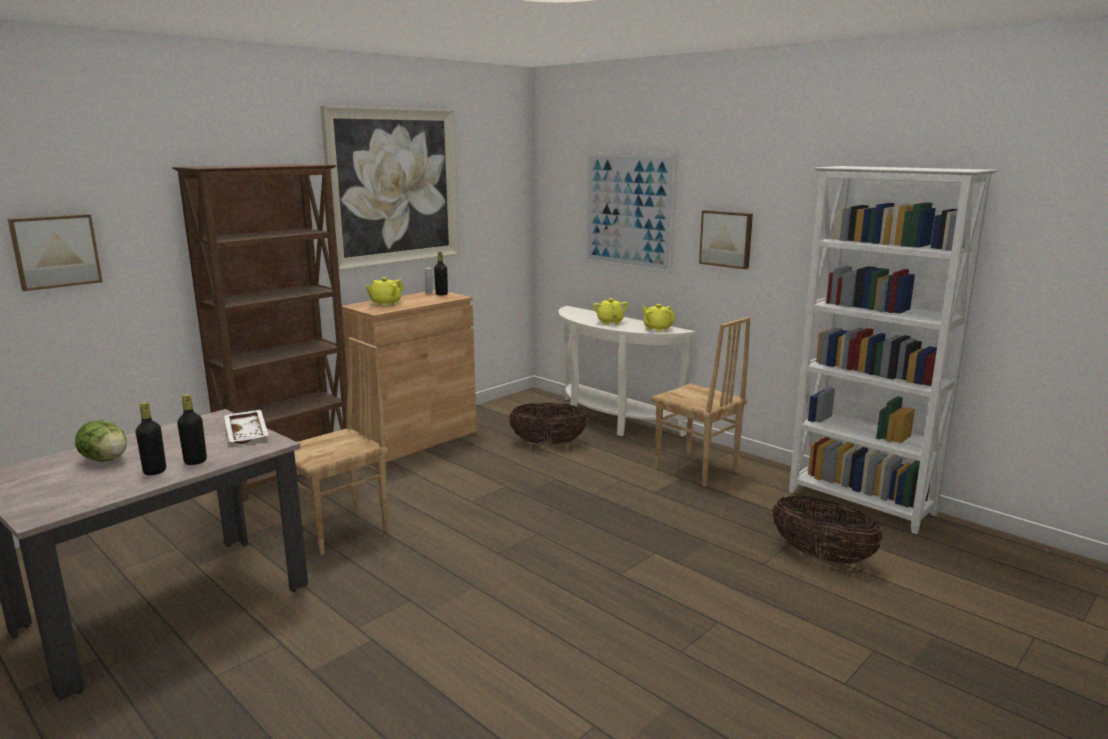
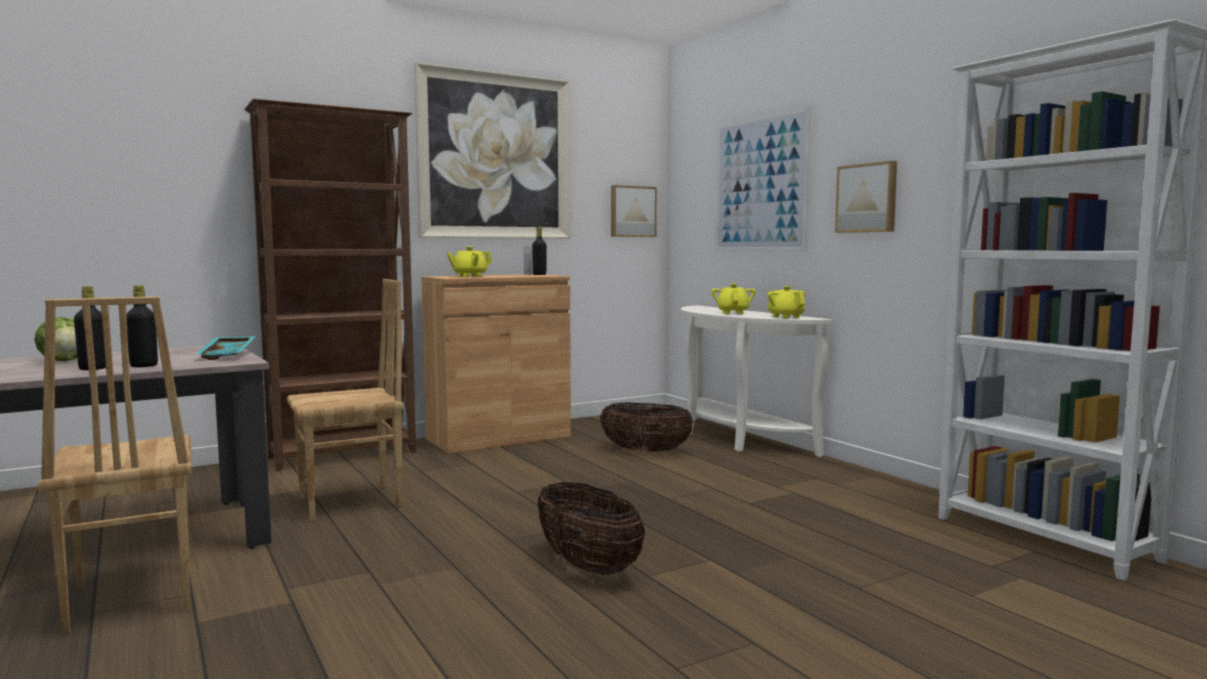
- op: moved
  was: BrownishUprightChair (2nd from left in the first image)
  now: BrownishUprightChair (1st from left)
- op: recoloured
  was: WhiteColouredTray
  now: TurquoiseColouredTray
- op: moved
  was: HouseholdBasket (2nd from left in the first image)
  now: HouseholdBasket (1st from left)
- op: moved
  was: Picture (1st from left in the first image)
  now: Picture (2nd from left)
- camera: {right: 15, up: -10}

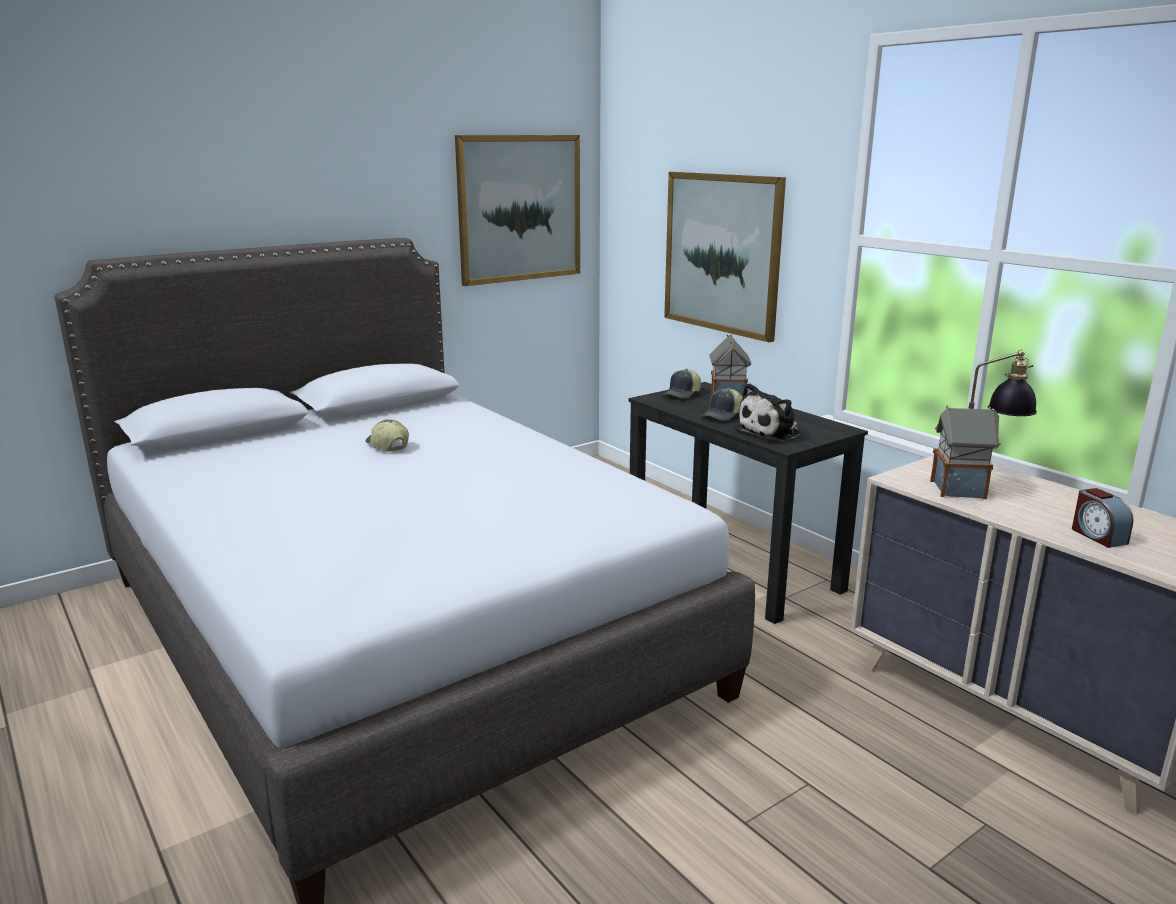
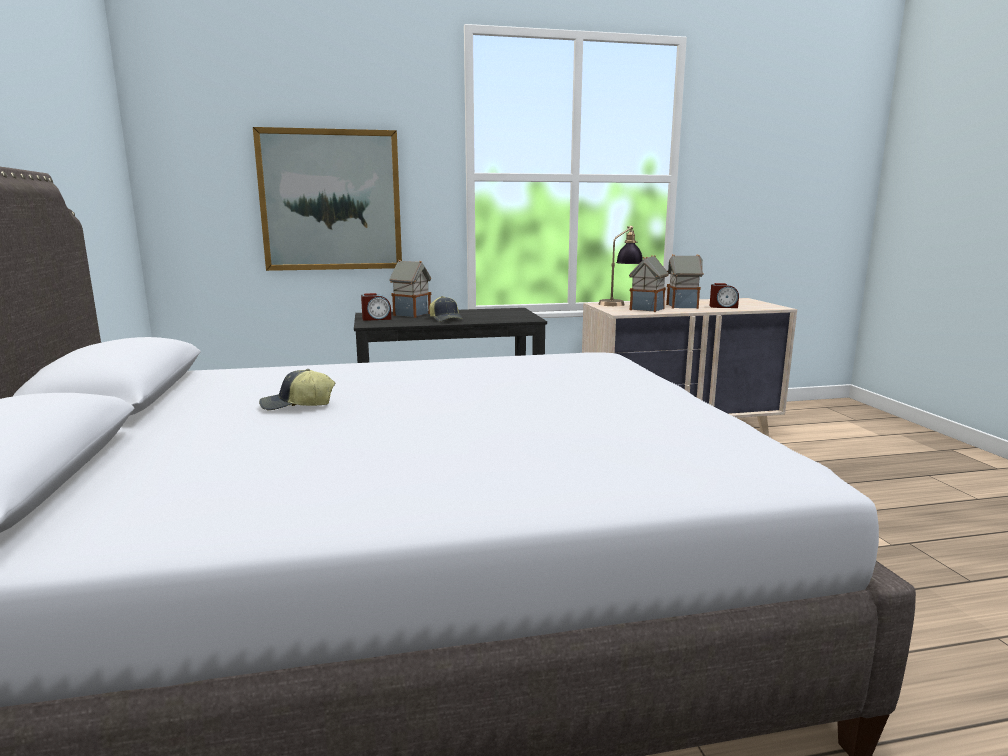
- op: replaced
  was: BaseballCap (2nd from left)
  now: TableClock (1st from left)
- op: added
  now: ModelHouse (3rd from left)
- op: removed
  was: Picture (1st from left)
- op: removed
  was: CuddlyToy
- camera: {right: -65, up: -5}

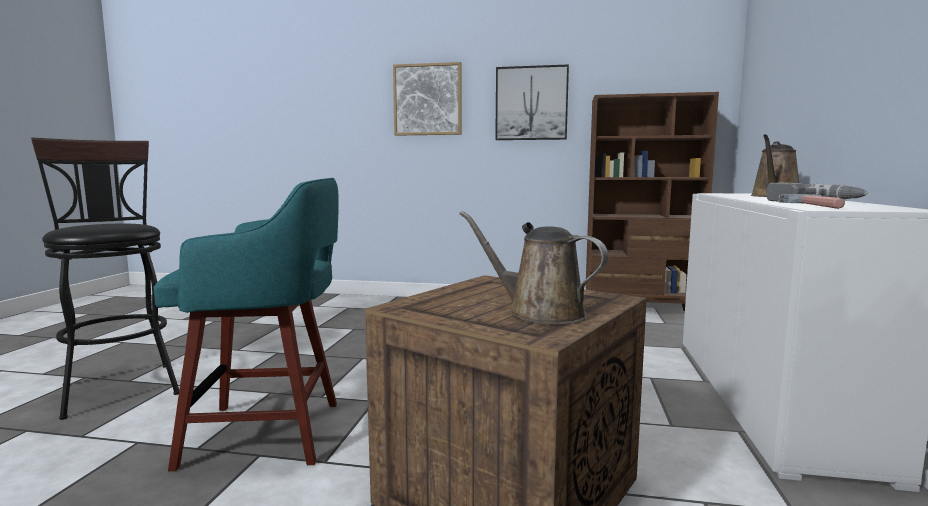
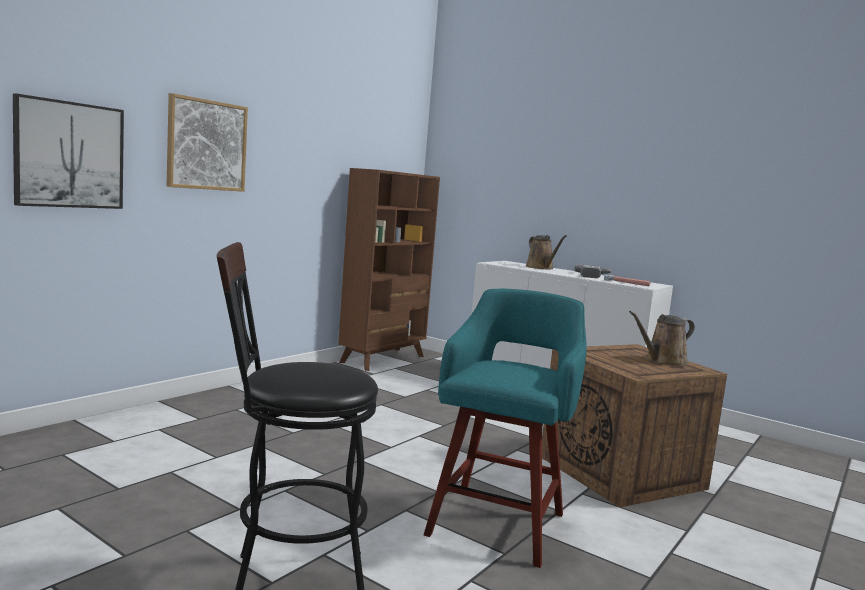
- op: moved
  was: Picture (2nd from left in the first image)
  now: Picture (1st from left)
- camera: {right: -65, up: 0}

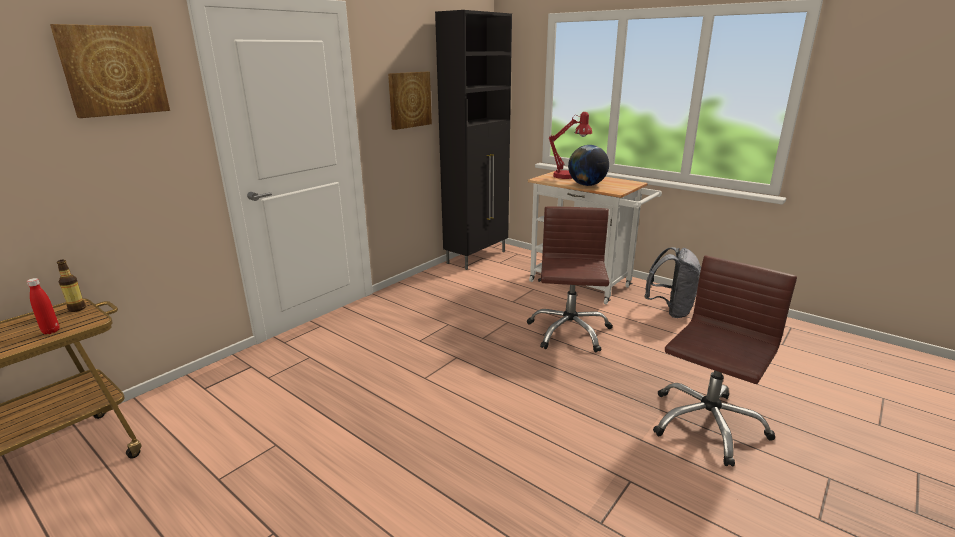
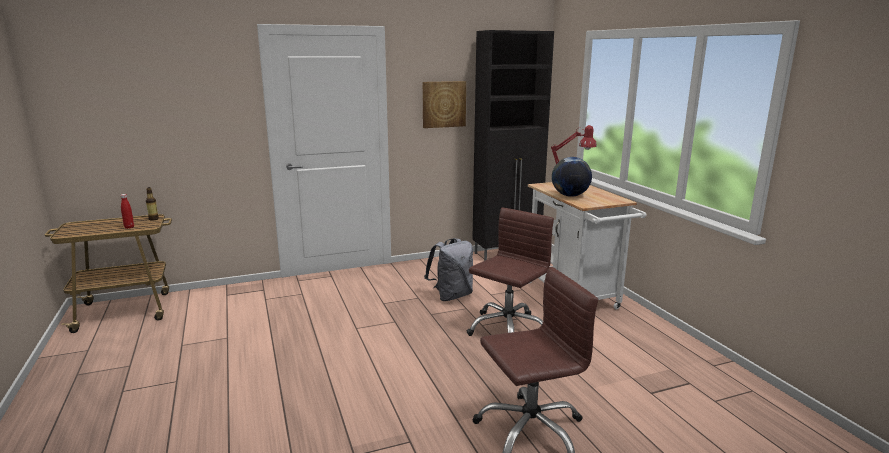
- op: moved
  was: GreyBackpack
- op: removed
  was: Picture (1st from left)
- camera: {right: 30, up: -5}

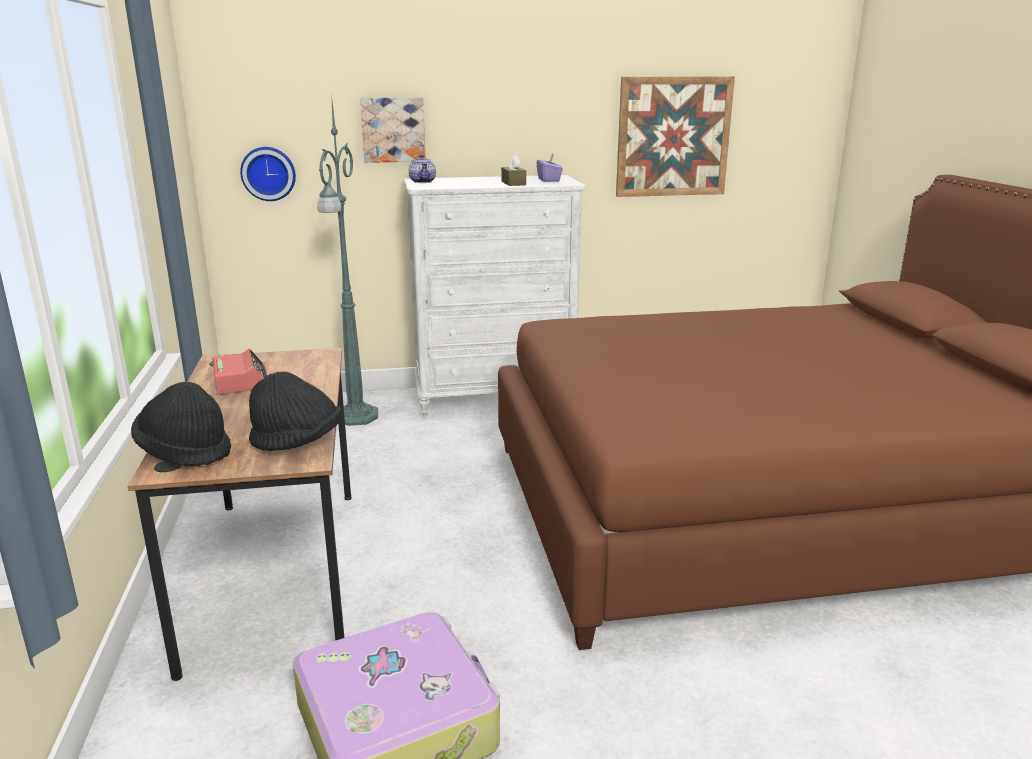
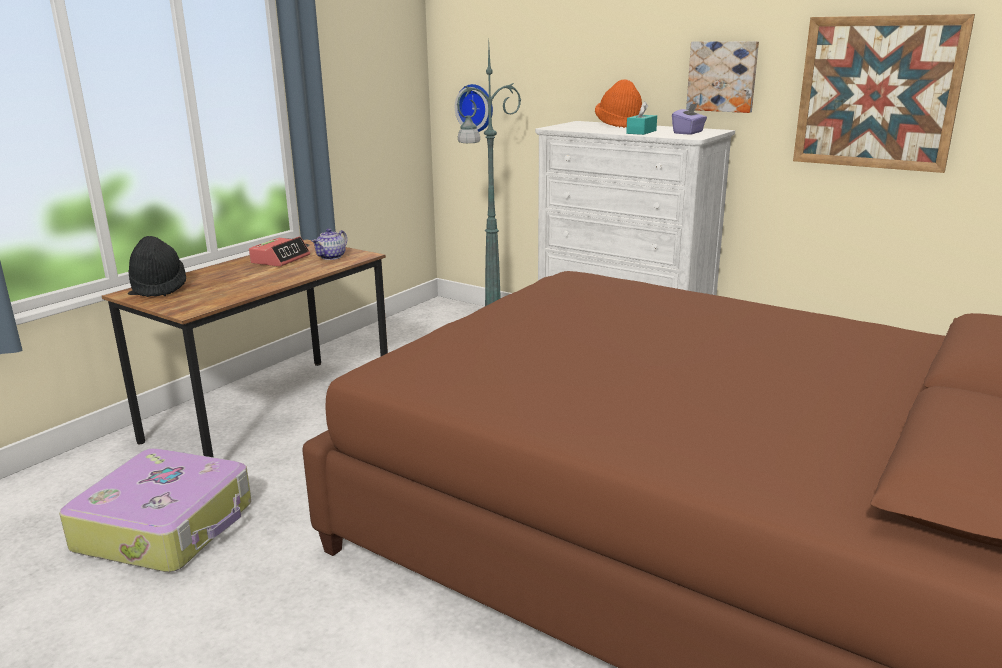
- op: moved
  was: PotForTea
- op: added
  now: OrangeyClothingHat
- op: recoloured
  was: BrownishBoxOfTissues
  now: TurquoiseColouredBoxOfTissues
- op: moved
  was: Picture (1st from left)
- op: removed
  was: BlackishClothingHat (2nd from left)
- camera: {right: 45, up: 0}

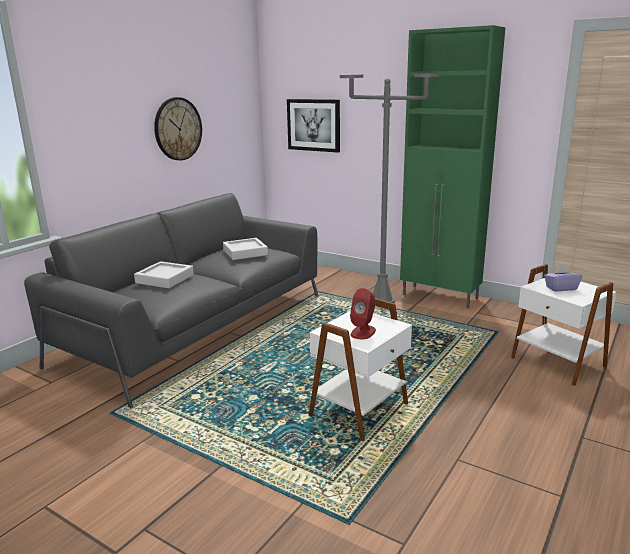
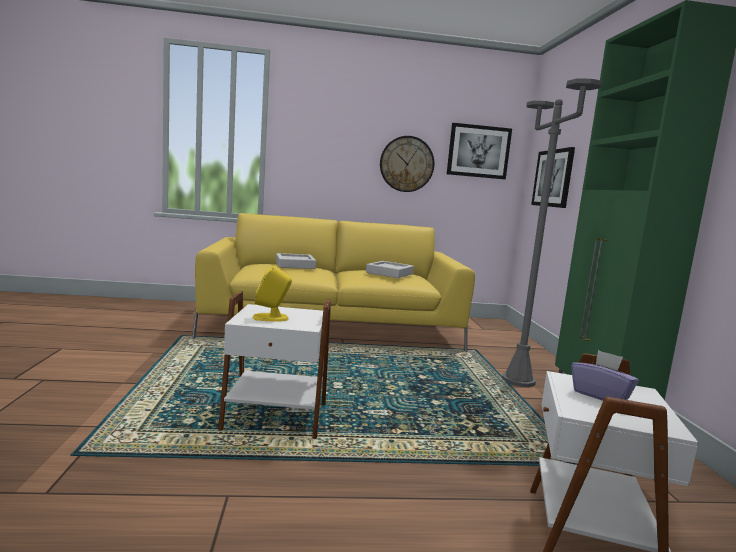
- op: recoloured
  was: GreyCouch
  now: YellowishCouch
- op: recoloured
  was: ReddishSpeaker
  now: YellowishSpeaker
- op: added
  now: Picture (1st from left)
- camera: {right: 50, up: -10}

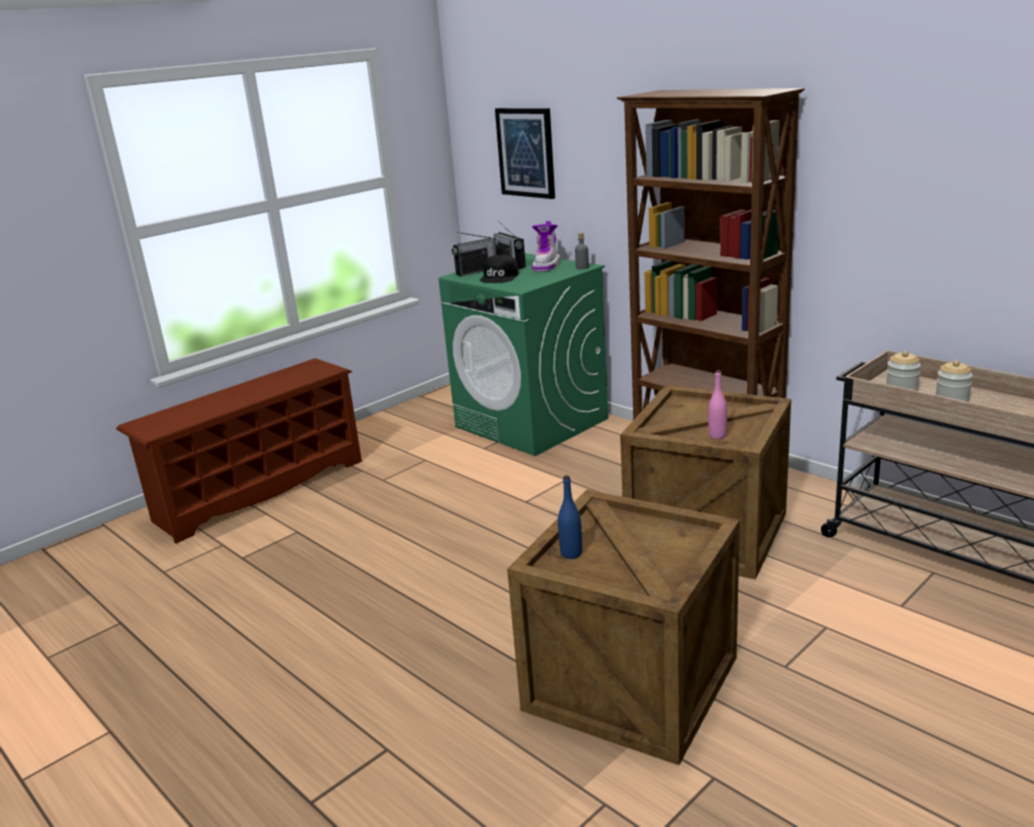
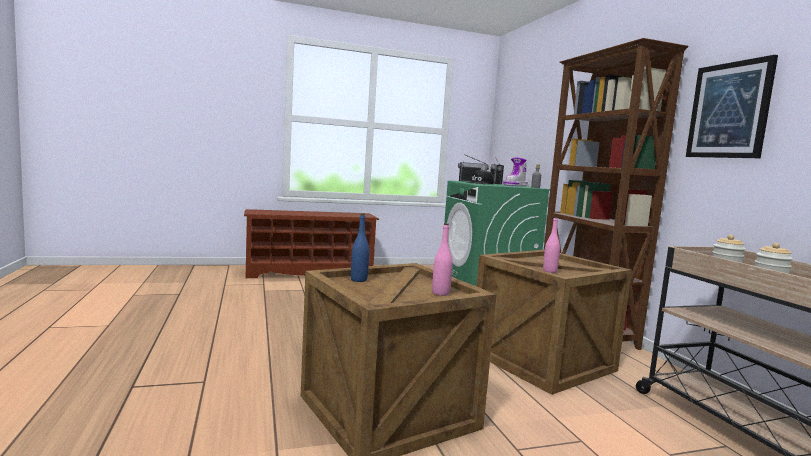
- op: added
  now: PinkBottle (1st from left)
- op: moved
  was: Picture
- camera: {right: 25, up: -15}

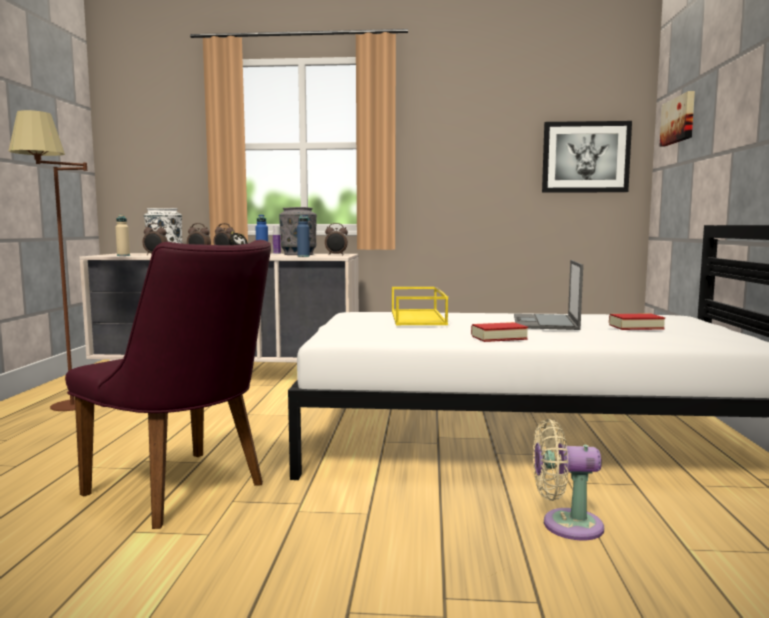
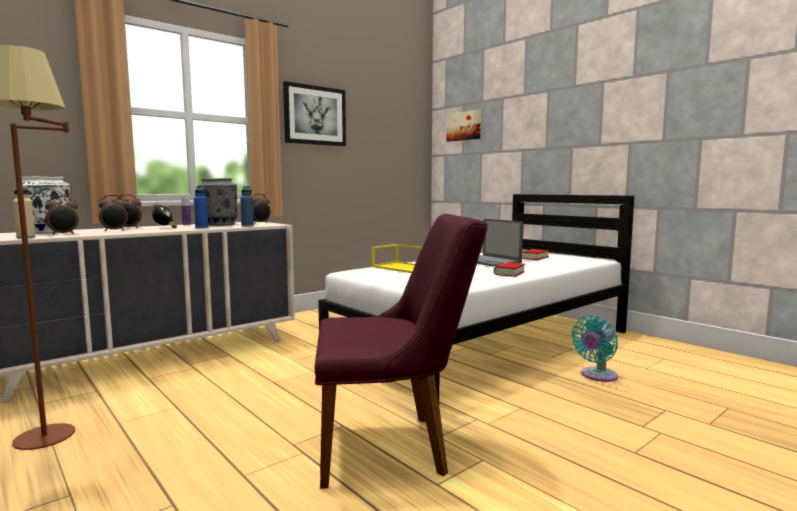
- op: moved
  was: Picture (1st from left)
- op: recoloured
  was: SandColouredCoolingFan
  now: TurquoiseColouredCoolingFan
- camera: {right: -45, up: 0}

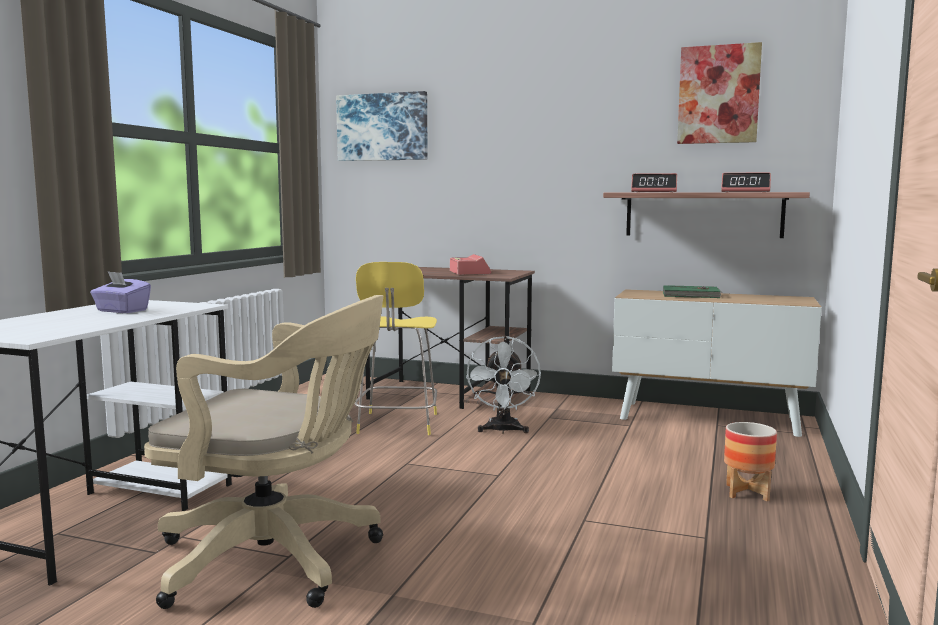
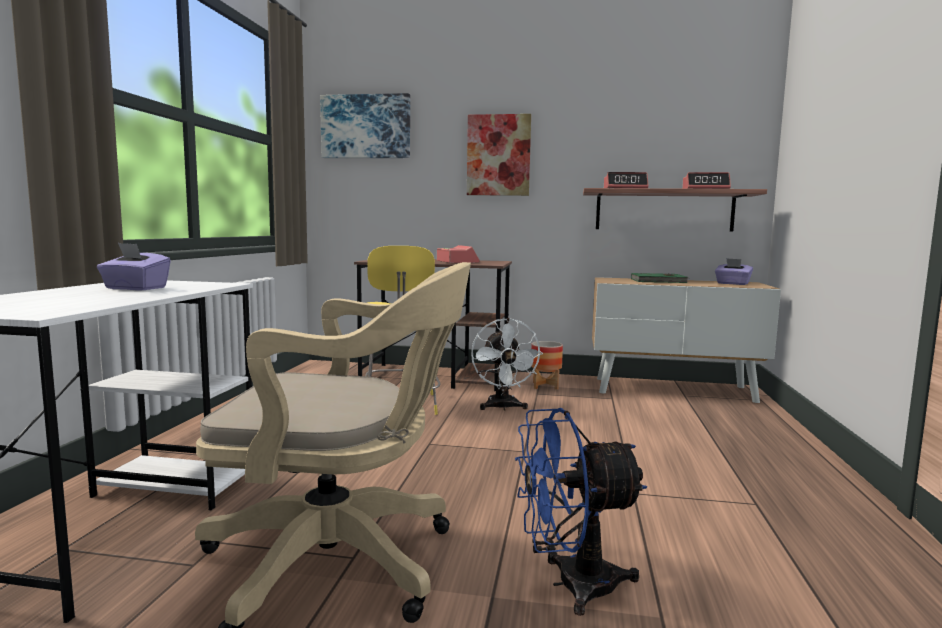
- op: moved
  was: Picture (2nd from left)
- op: added
  now: BlueCoolingFan
- op: moved
  was: Planter
- op: added
  now: PurplishBoxOfTissues (2nd from left)
- camera: {right: -10, up: 0}

